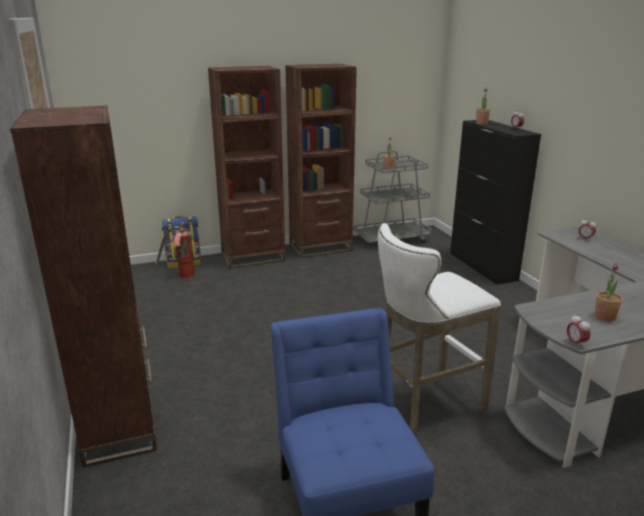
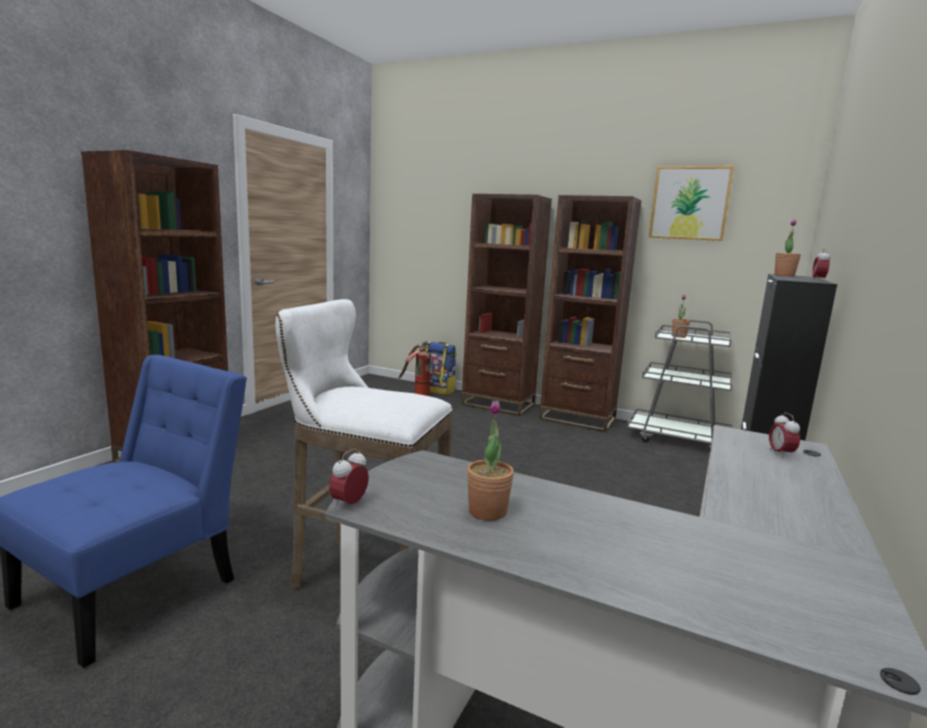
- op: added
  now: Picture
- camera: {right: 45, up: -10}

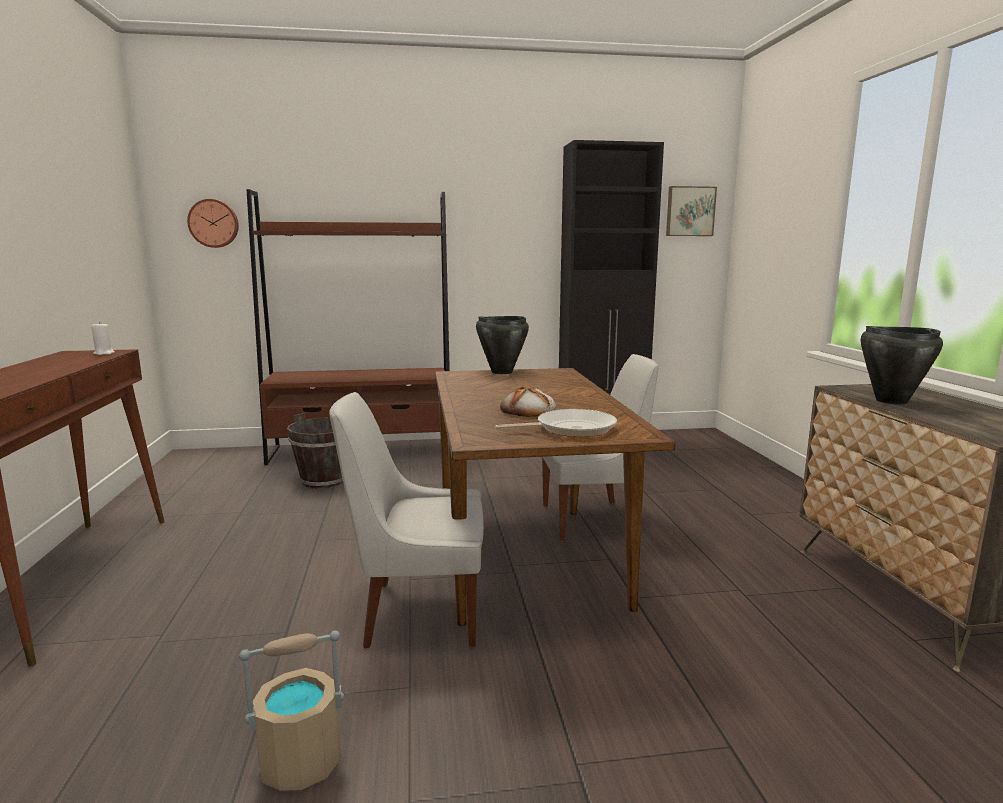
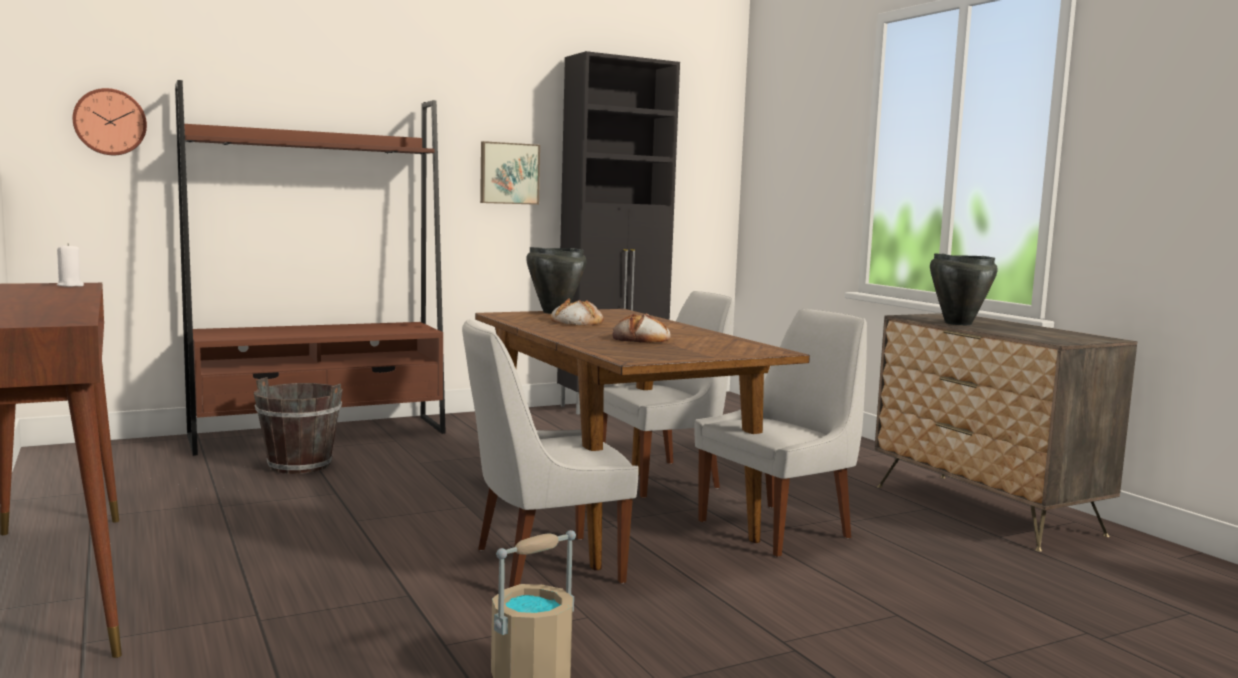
- op: moved
  was: Picture
- op: added
  now: Bread (1st from left)
- op: added
  now: WhiteColouredUprightChair (3rd from left)
- op: removed
  was: Pan
- camera: {right: -20, up: -5}

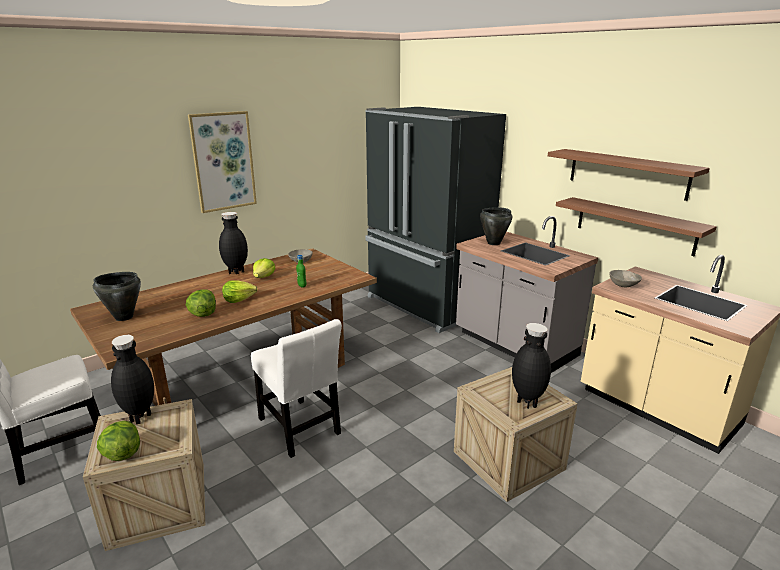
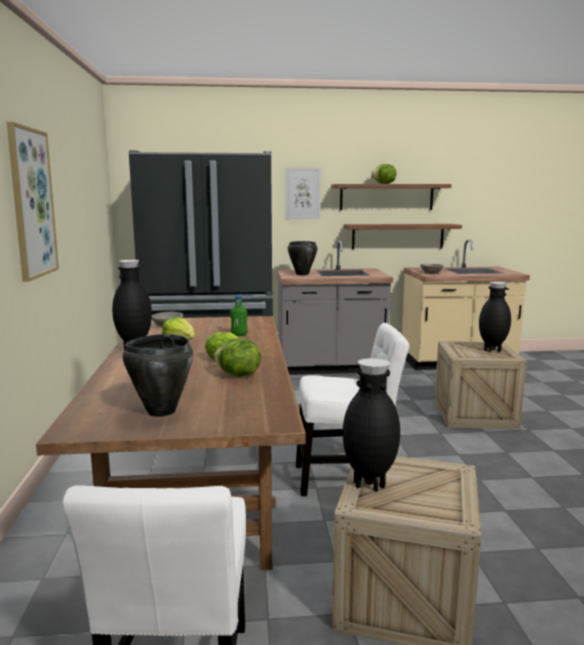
- op: added
  now: Picture (2nd from left)
- op: moved
  was: Lettuce (1st from left in the first image)
  now: Lettuce (4th from left)
- camera: {right: -55, up: -10}

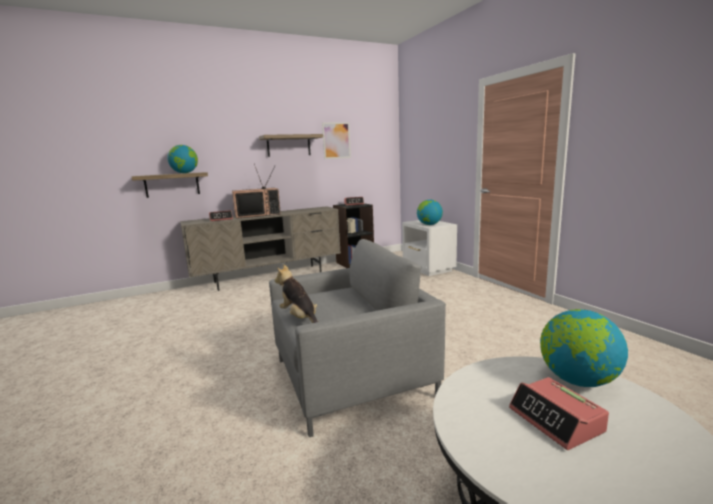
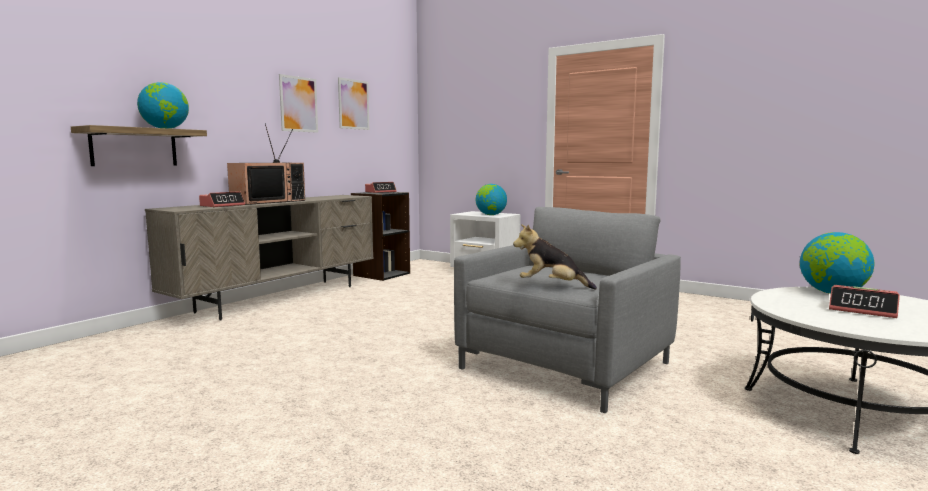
- op: replaced
  was: WallShelf (2nd from left)
  now: Picture (1st from left)
- camera: {right: -30, up: -5}

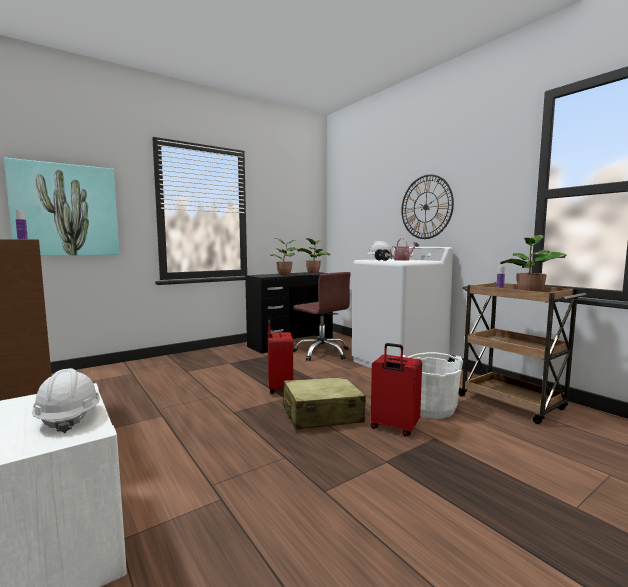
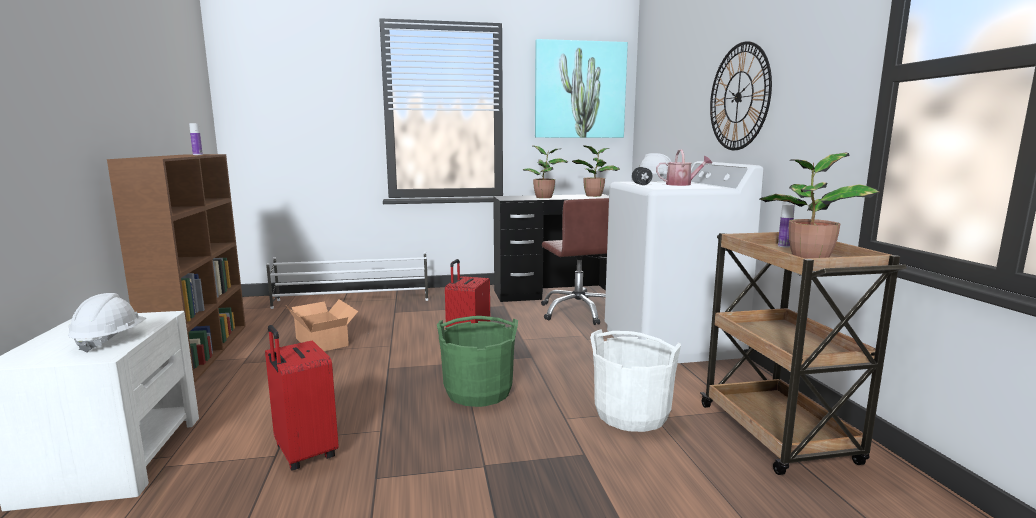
- op: moved
  was: ReddishSuitcase (2nd from left in the first image)
  now: ReddishSuitcase (1st from left)
- op: added
  now: WhiteColouredShoeStand
- op: added
  now: CardboardBox
- op: replaced
  was: SandColouredSuitcase
  now: GreenishBucket
- op: moved
  was: Picture
- camera: {right: 25, up: 5}

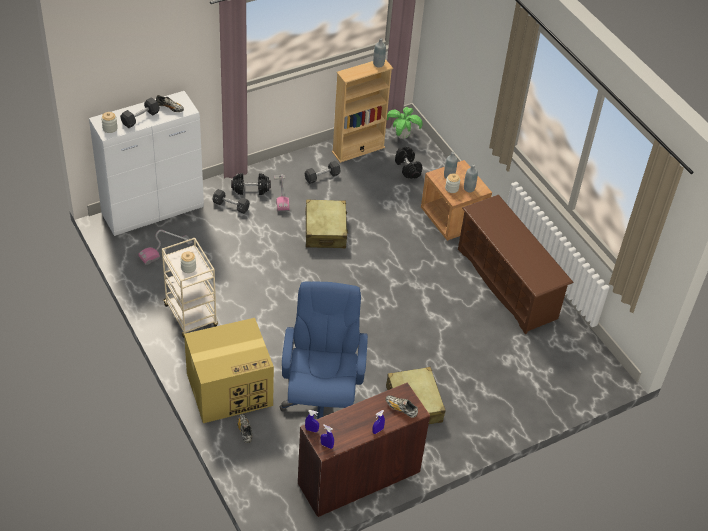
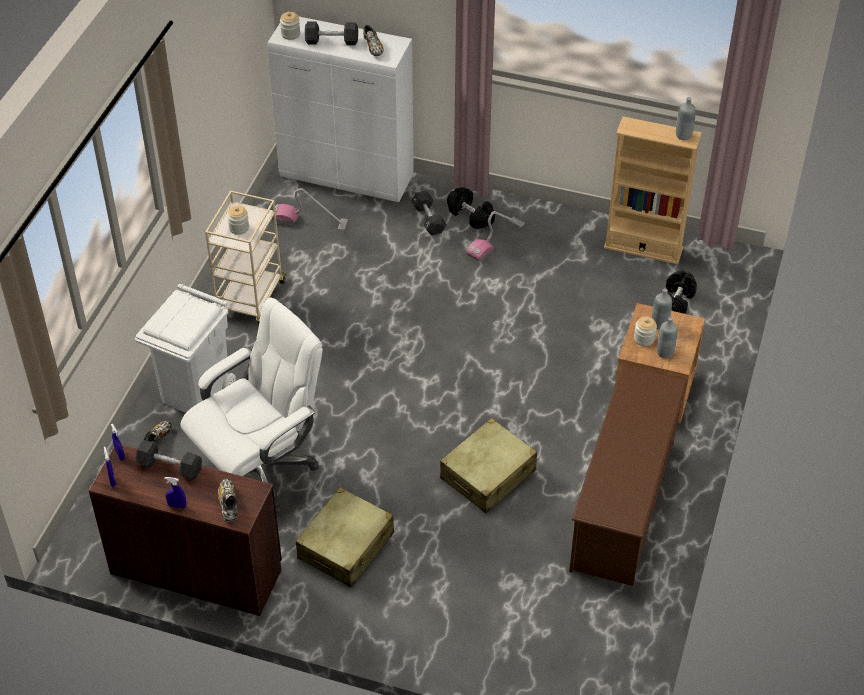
- op: replaced
  was: CardboardBox
  now: WhiteColouredRubbishBin
- op: moved
  was: BlackishFreeWeight (4th from left in the first image)
  now: BlackishFreeWeight (1st from left)
- op: recoloured
  was: BlueOfficeChair
  now: WhiteColouredOfficeChair
- op: moved
  was: SandColouredSuitcase (1st from left in the first image)
  now: SandColouredSuitcase (2nd from left)
- op: removed
  was: PlantInAPot
- camera: {right: 50, up: 0}

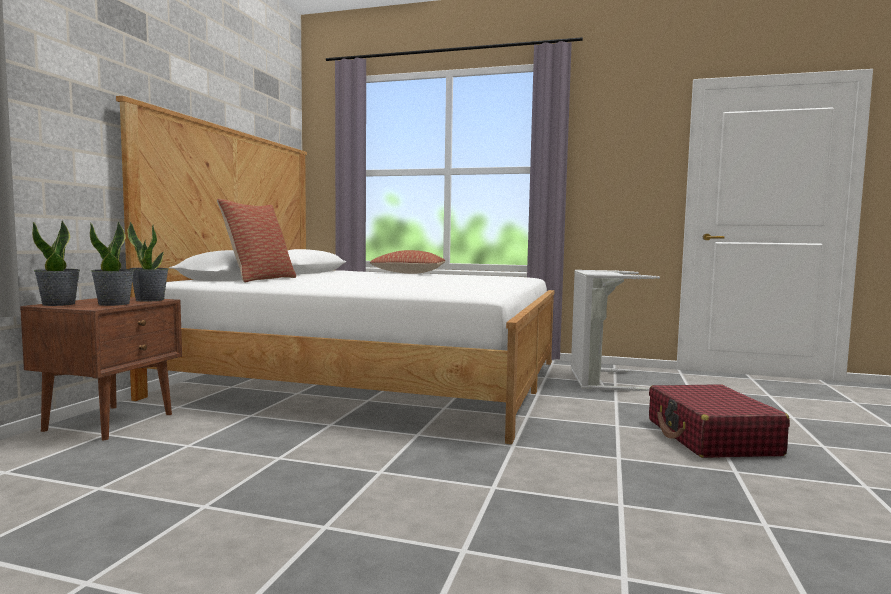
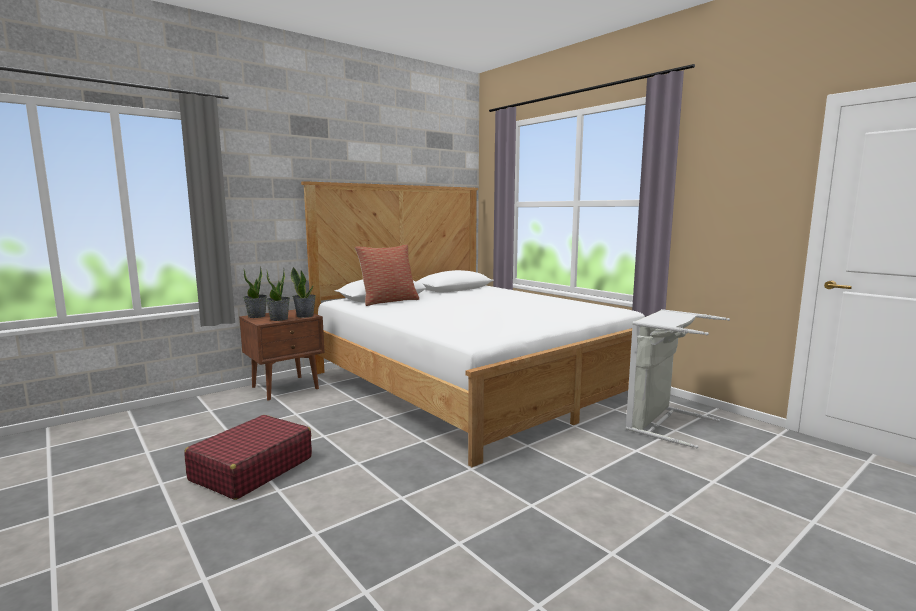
- op: moved
  was: ReddishSuitcase
- op: removed
  was: Pillow (2nd from left)
- camera: {right: 35, up: 5}

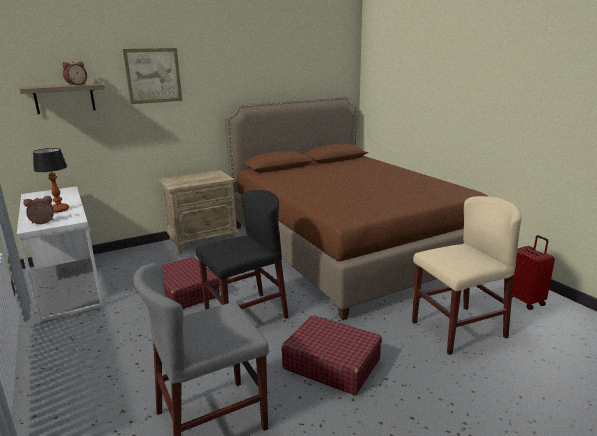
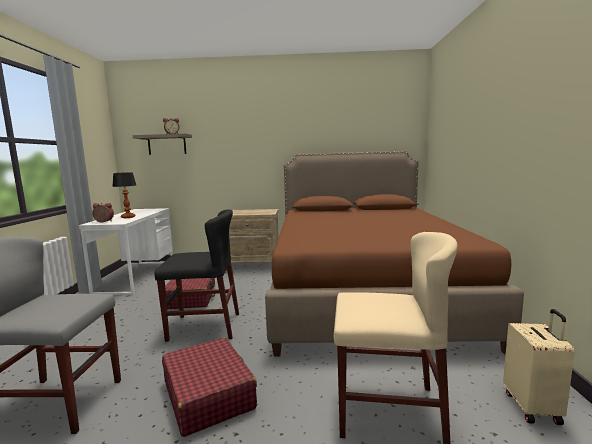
- op: recoloured
  was: ReddishSuitcase (3rd from left)
  now: SandColouredSuitcase
- op: removed
  was: Picture
- camera: {right: 30, up: -10}

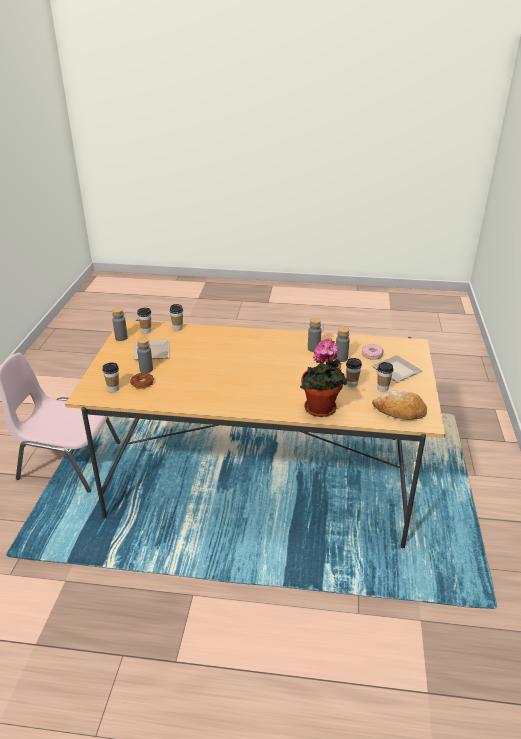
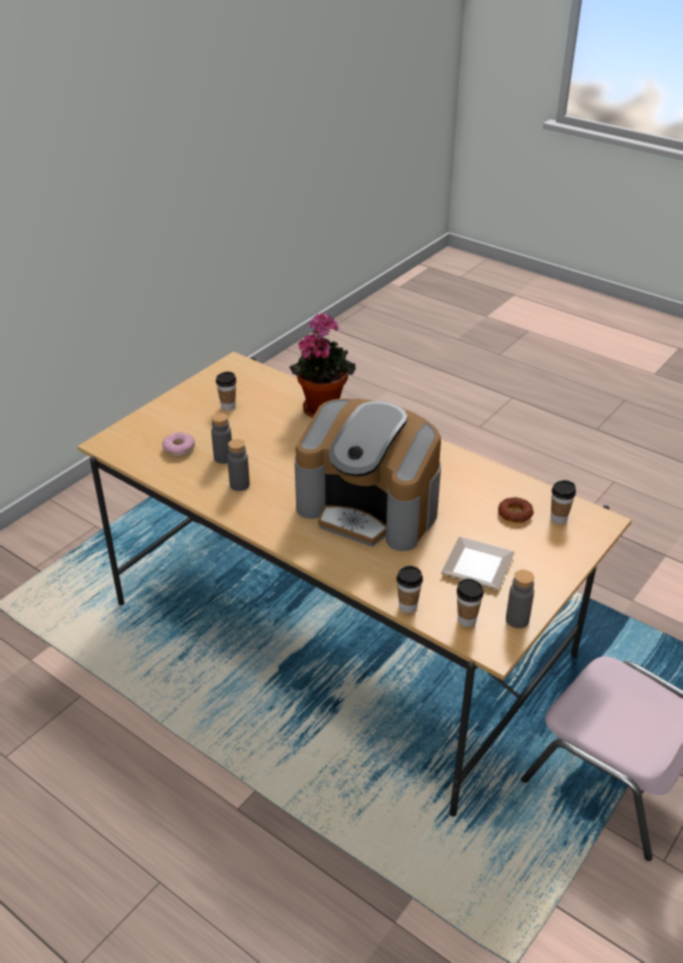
- op: added
  now: CoffeeBrewer
- op: removed
  was: GreyBottle (2nd from left)
- op: removed
  was: SmallCup (4th from left)
- op: removed
  was: Plate (2nd from left)
- op: removed
  was: Bread
- camera: {right: -150, up: 5}

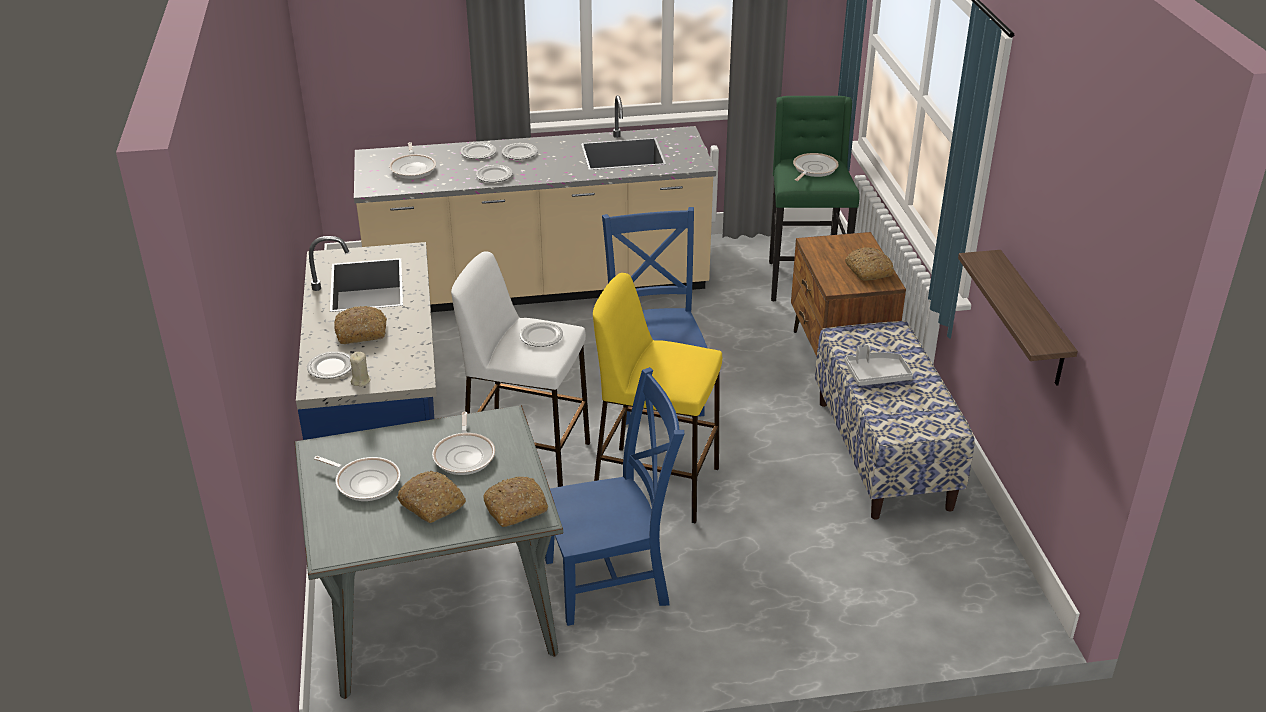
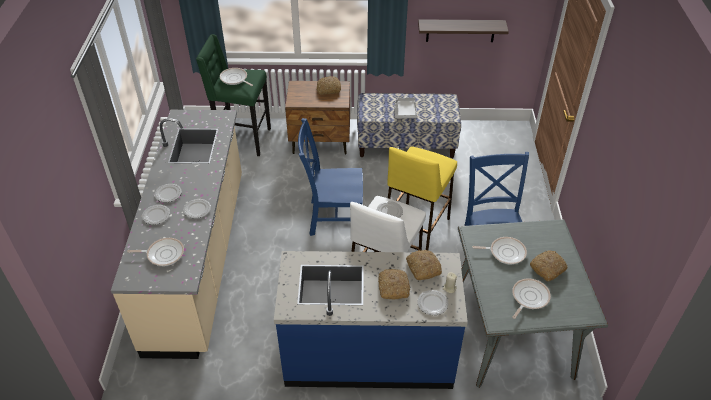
- op: moved
  was: Bread (3rd from left)
- camera: {right: -80, up: 10}

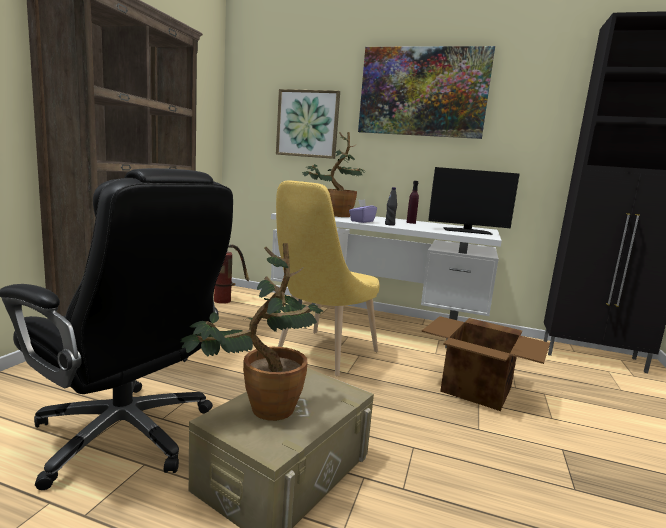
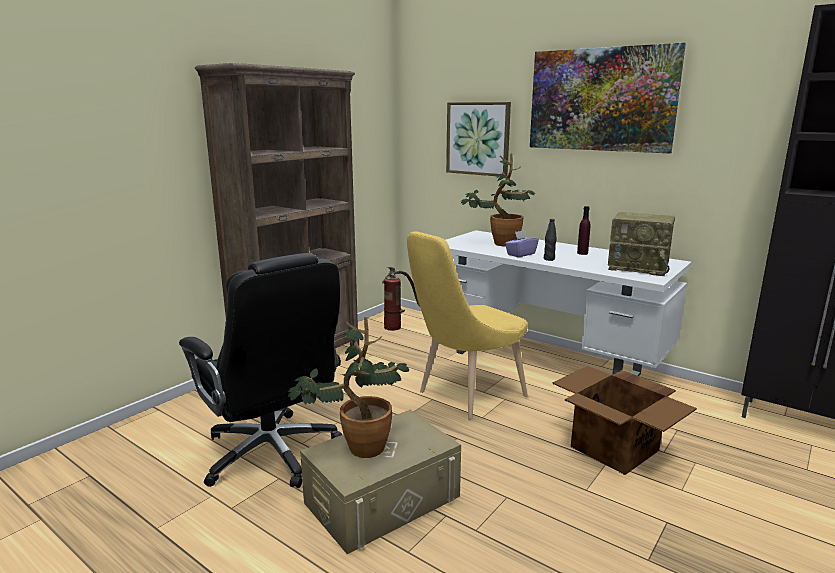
- op: replaced
  was: Monitor
  now: RadioReceiver
- camera: {right: 20, up: 5}

